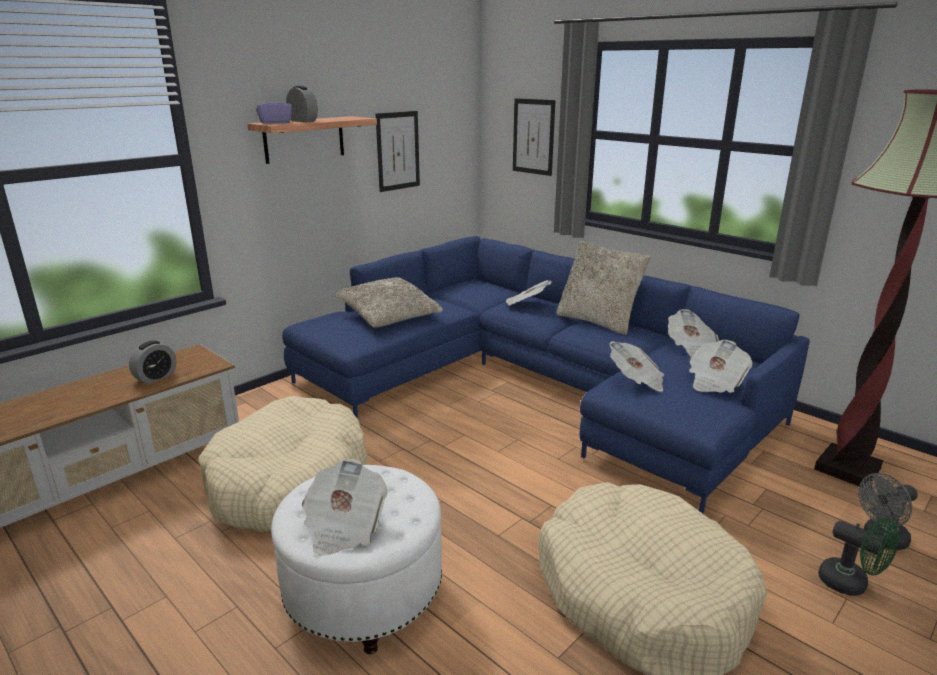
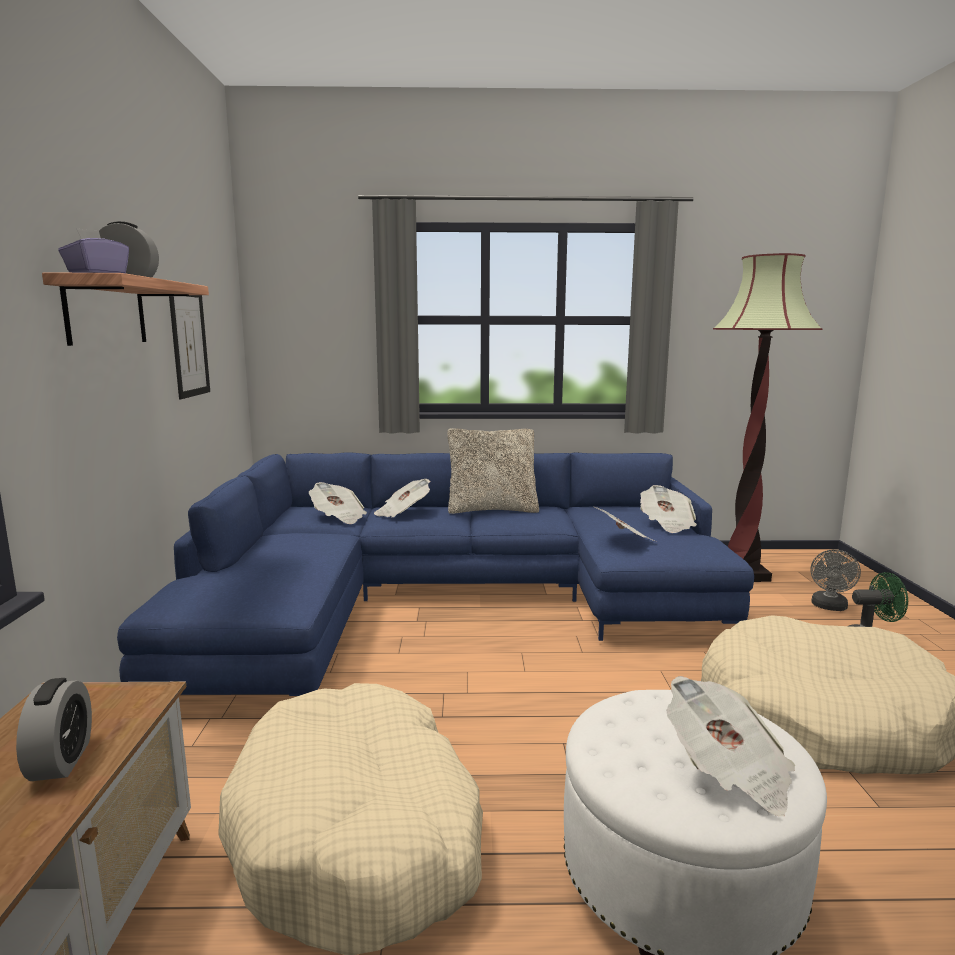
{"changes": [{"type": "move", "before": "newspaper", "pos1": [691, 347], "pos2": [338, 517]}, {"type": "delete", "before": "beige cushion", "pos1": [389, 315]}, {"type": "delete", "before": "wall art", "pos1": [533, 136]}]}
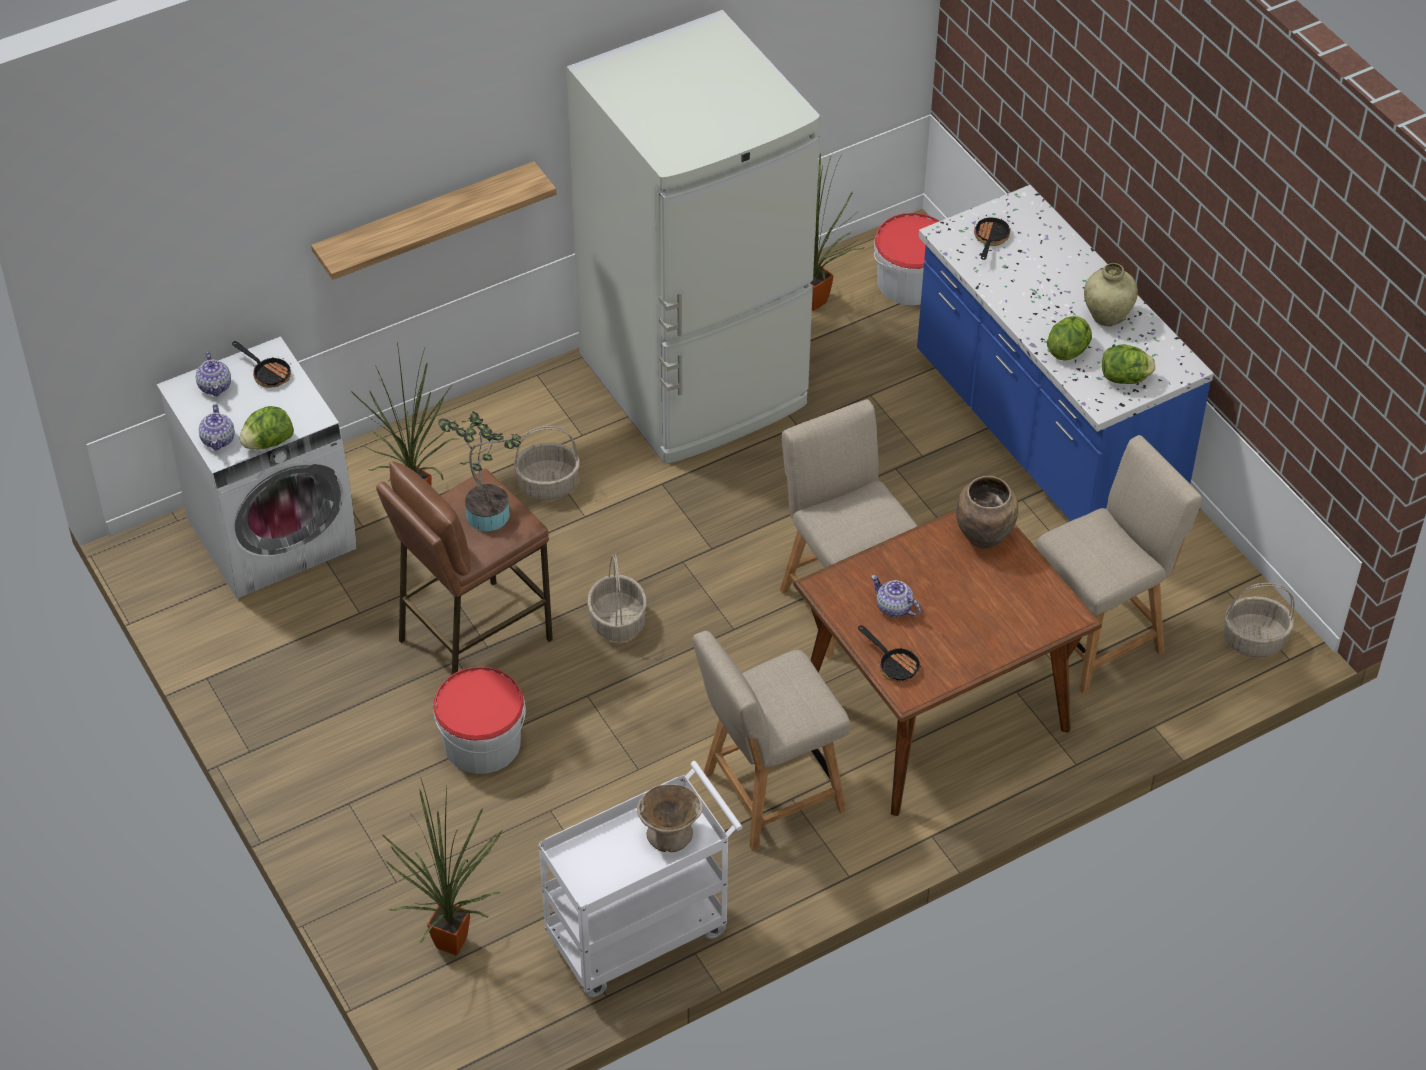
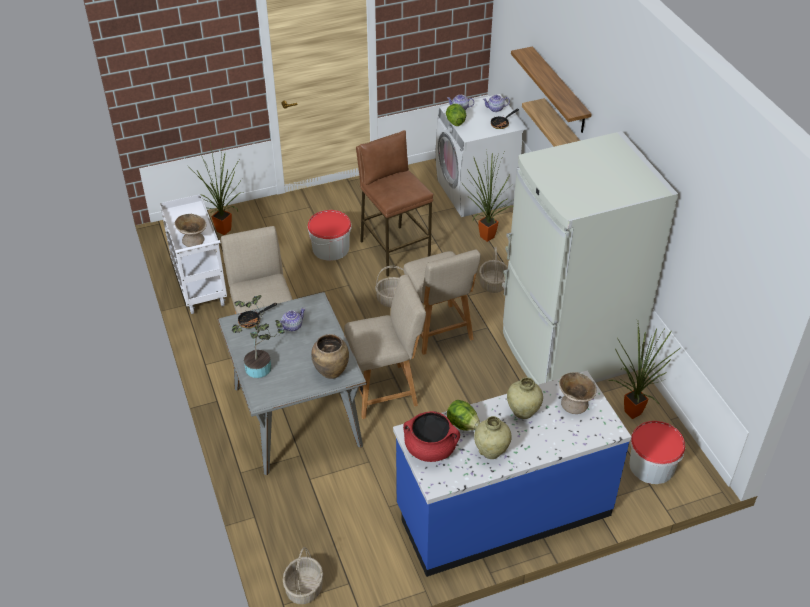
{"changes": [{"type": "recolor", "before": "brown dining table", "after": "greyish dining table", "pos1": [935, 711], "pos2": [297, 416]}, {"type": "move", "before": "plant in a pot", "pos1": [486, 510], "pos2": [261, 368]}, {"type": "replace", "before": "lettuce head", "after": "red saucepot", "pos1": [1125, 378], "pos2": [431, 449]}, {"type": "move", "before": "beige plain chair", "pos1": [1098, 636], "pos2": [439, 331]}, {"type": "insert", "after": "beige vase", "pos2": [523, 412]}, {"type": "insert", "after": "wall shelf", "pos2": [559, 91]}, {"type": "replace", "before": "pan", "after": "beige bowl", "pos1": [990, 239], "pos2": [574, 404]}]}
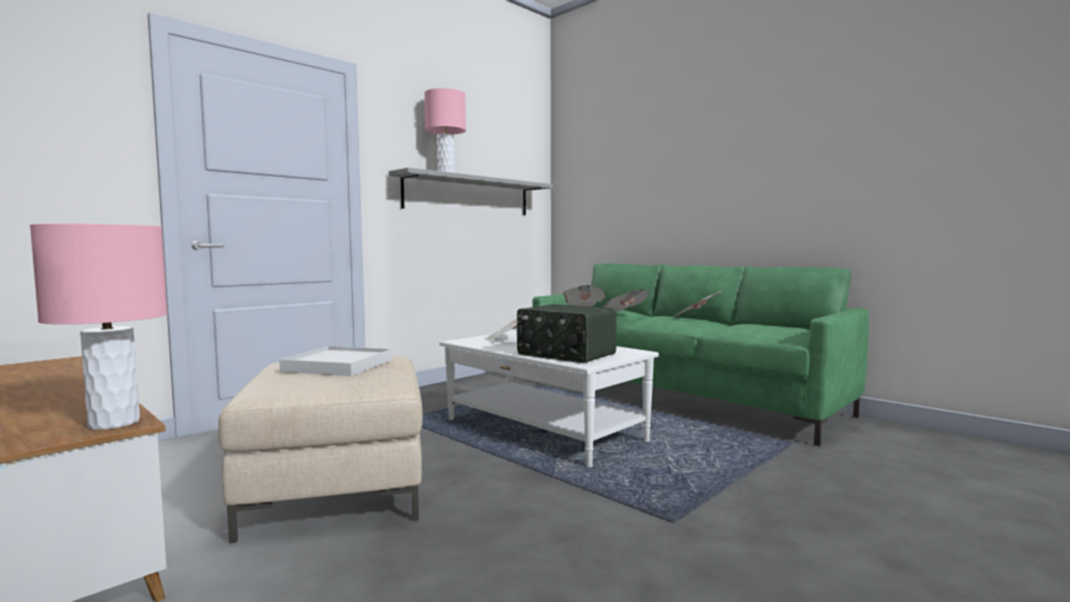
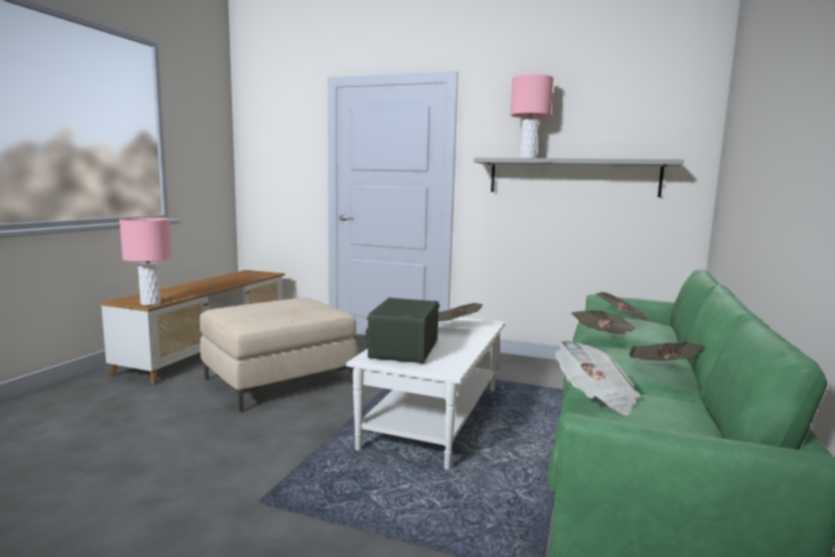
{"changes": [{"type": "insert", "after": "newspaper", "pos2": [595, 397]}, {"type": "delete", "before": "white carrying tray", "pos1": [339, 365]}]}
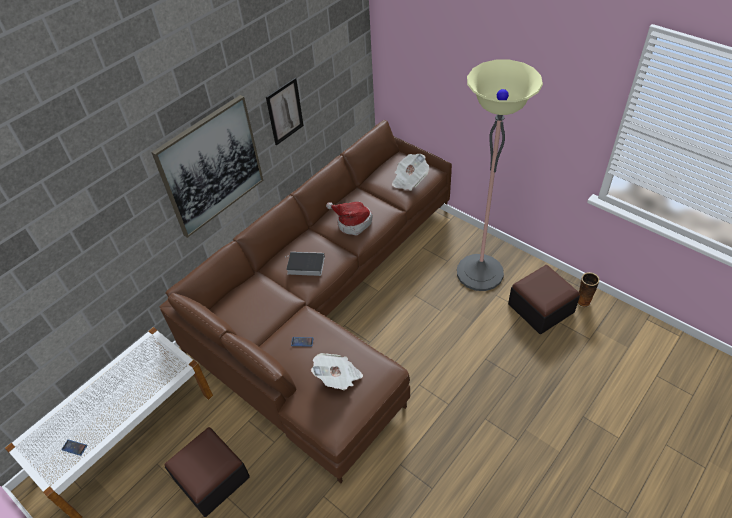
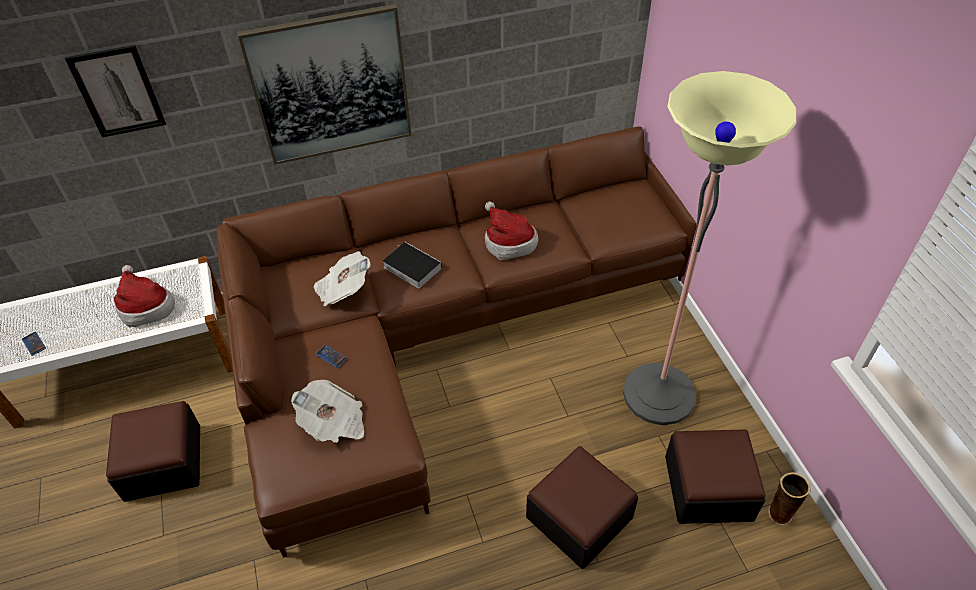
{"changes": [{"type": "move", "before": "wall art", "pos1": [285, 111], "pos2": [118, 92]}, {"type": "insert", "after": "hat", "pos2": [145, 306]}, {"type": "move", "before": "newspaper", "pos1": [409, 180], "pos2": [343, 289]}, {"type": "insert", "after": "footrest", "pos2": [579, 517]}]}
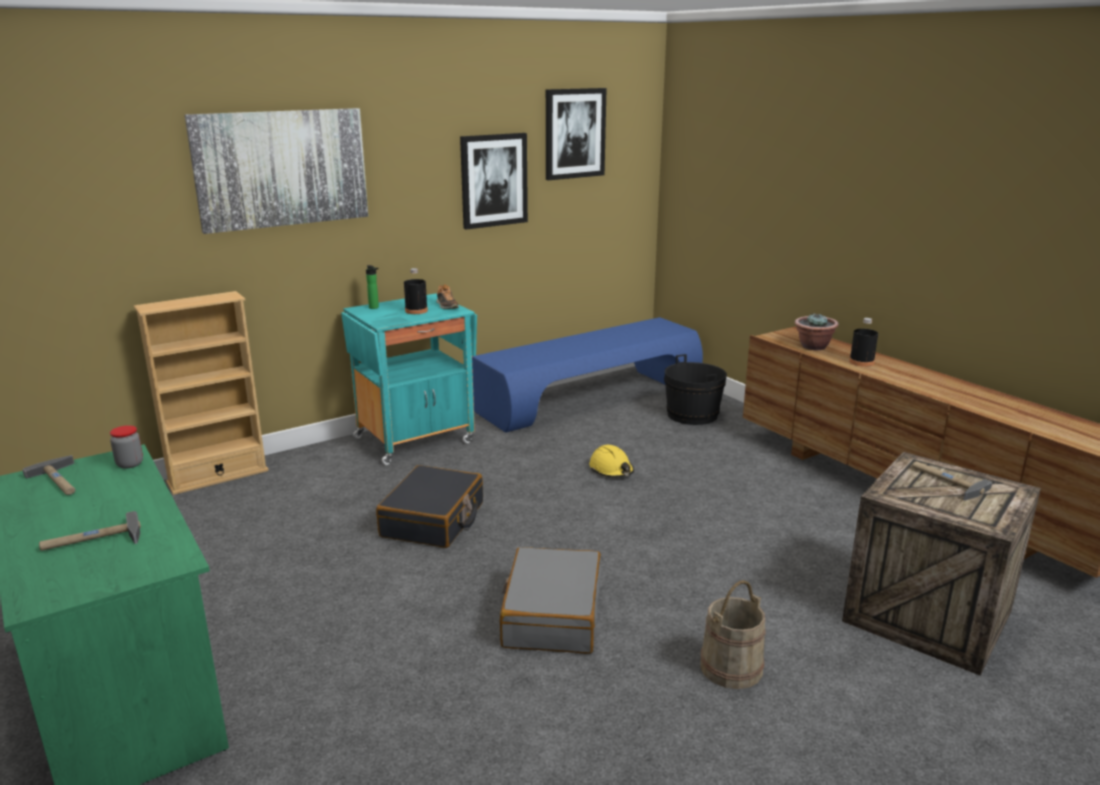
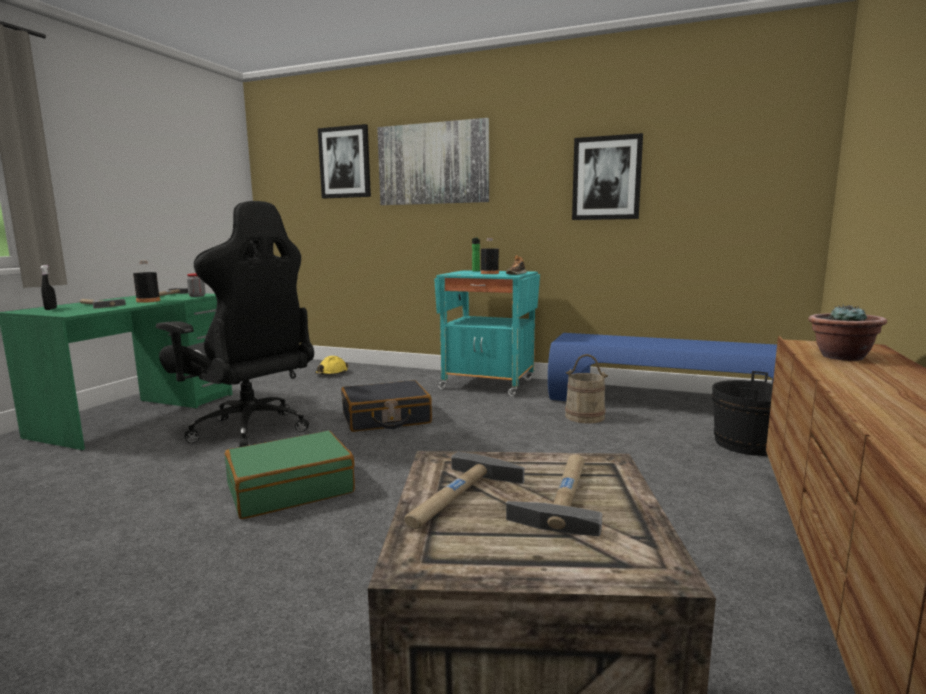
{"changes": [{"type": "insert", "after": "blackish hand sprayer", "pos2": [51, 309]}, {"type": "move", "before": "blackish bottle", "pos1": [861, 362], "pos2": [148, 301]}, {"type": "insert", "after": "blackish computer chair", "pos2": [245, 429]}, {"type": "recolor", "before": "greyish piece of luggage", "after": "greenish piece of luggage", "pos1": [552, 615], "pos2": [290, 489]}, {"type": "move", "before": "yellow-coloured safety helmet", "pos1": [611, 470], "pos2": [331, 373]}, {"type": "move", "before": "wall art", "pos1": [574, 133], "pos2": [345, 162]}, {"type": "insert", "after": "hand hammer", "pos2": [458, 498]}, {"type": "move", "before": "beige bucket", "pos1": [731, 667], "pos2": [585, 416]}, {"type": "delete", "before": "beige bookshelf", "pos1": [218, 476]}]}
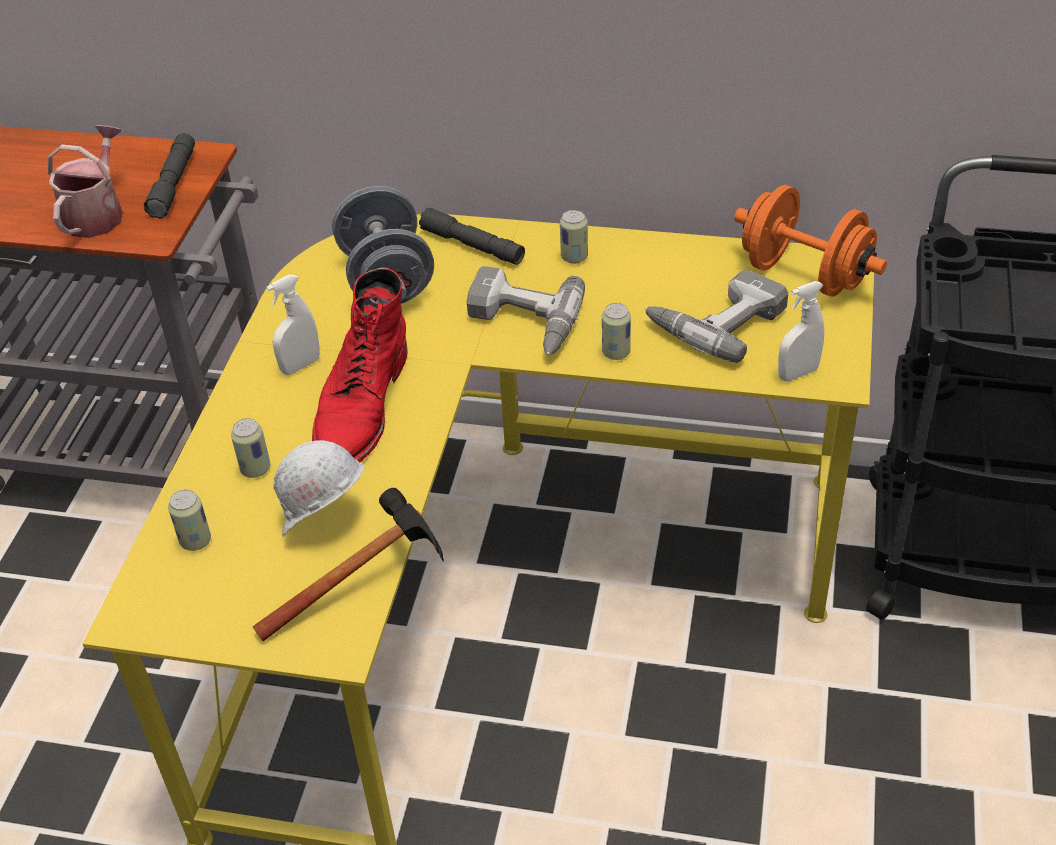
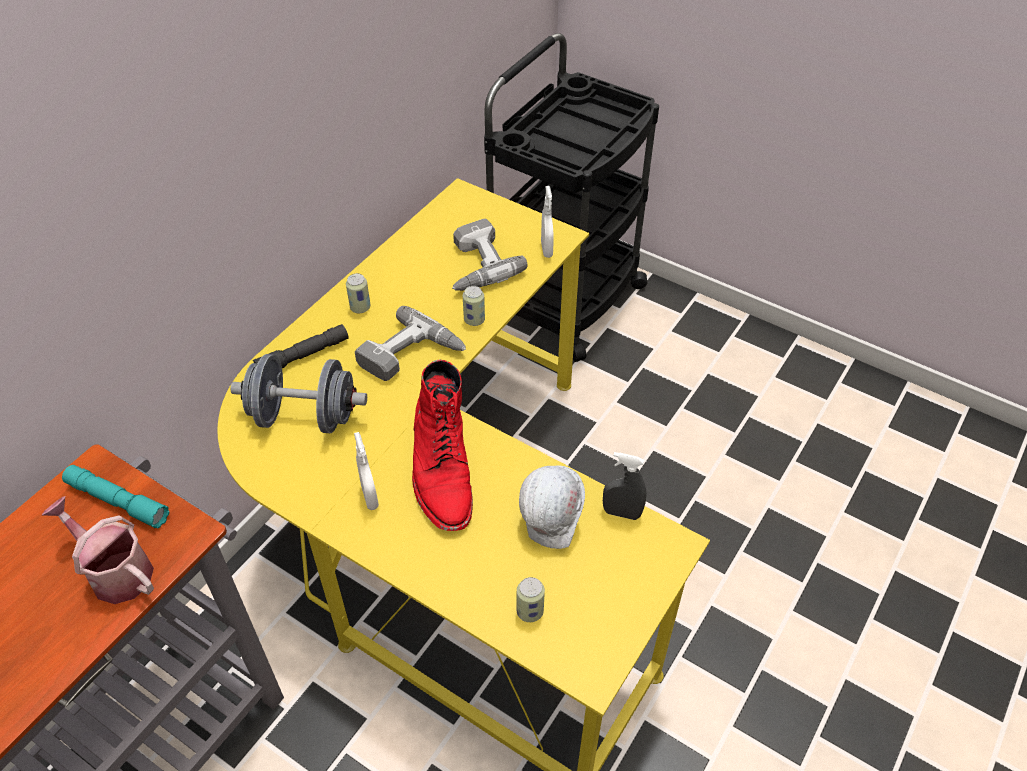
{"changes": [{"type": "recolor", "before": "greyish torch", "after": "blue-green torch", "pos1": [173, 183], "pos2": [118, 501]}, {"type": "rotate", "before": "red boot", "pos1": [362, 406], "pos2": [442, 470], "turn": 45}, {"type": "replace", "before": "hand hammer", "after": "greyish hand sprayer", "pos1": [369, 581], "pos2": [621, 513]}, {"type": "delete", "before": "sealed can", "pos1": [255, 469]}, {"type": "delete", "before": "orange-coloured dumbbell", "pos1": [804, 275]}]}
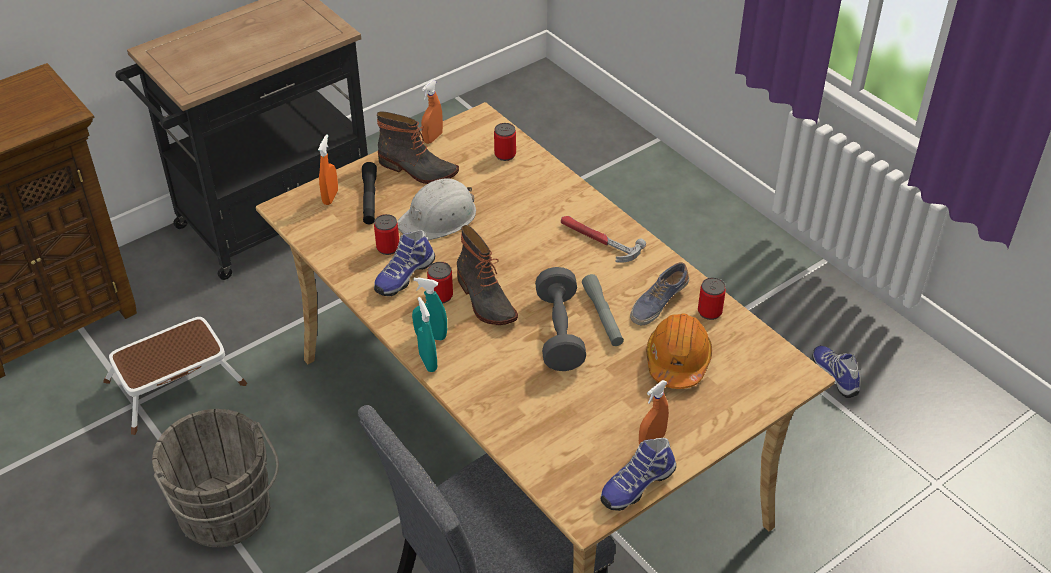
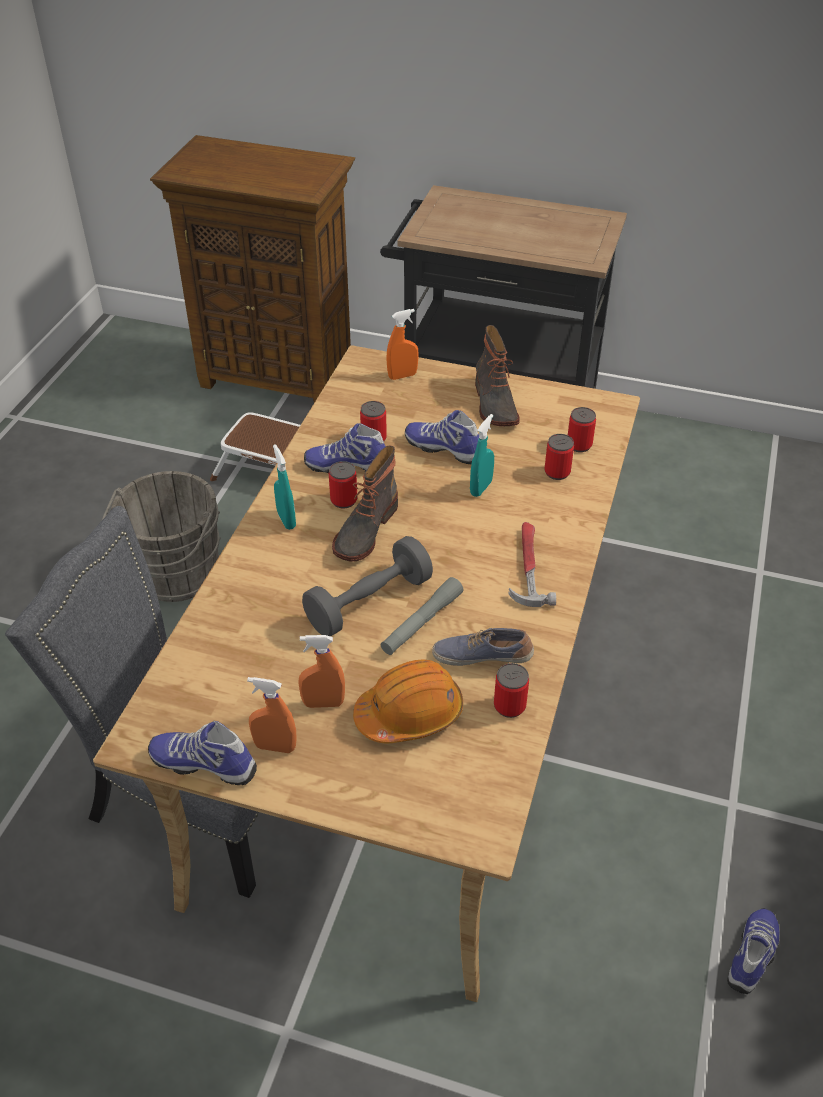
{"changes": [{"type": "move", "before": "orange-coloured hand sprayer", "pos1": [433, 138], "pos2": [323, 703]}, {"type": "replace", "before": "white safety helmet", "after": "low shoe", "pos1": [439, 218], "pos2": [444, 448]}, {"type": "move", "before": "blue-green hand sprayer", "pos1": [428, 362], "pos2": [481, 488]}, {"type": "insert", "after": "sealed can", "pos2": [557, 472]}, {"type": "delete", "before": "blackish torch", "pos1": [369, 199]}]}
